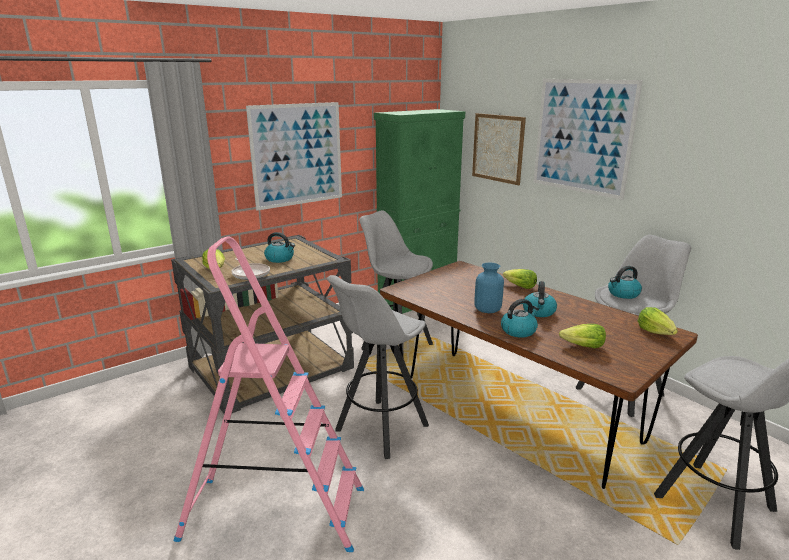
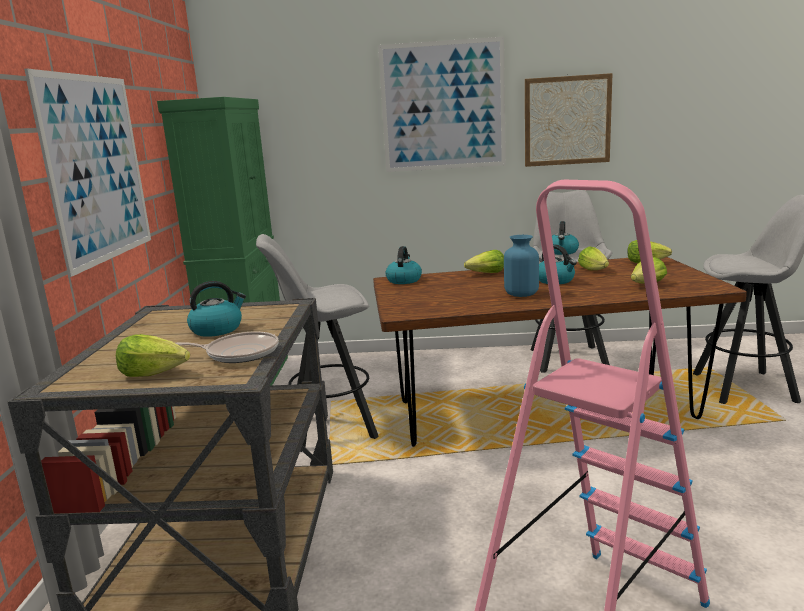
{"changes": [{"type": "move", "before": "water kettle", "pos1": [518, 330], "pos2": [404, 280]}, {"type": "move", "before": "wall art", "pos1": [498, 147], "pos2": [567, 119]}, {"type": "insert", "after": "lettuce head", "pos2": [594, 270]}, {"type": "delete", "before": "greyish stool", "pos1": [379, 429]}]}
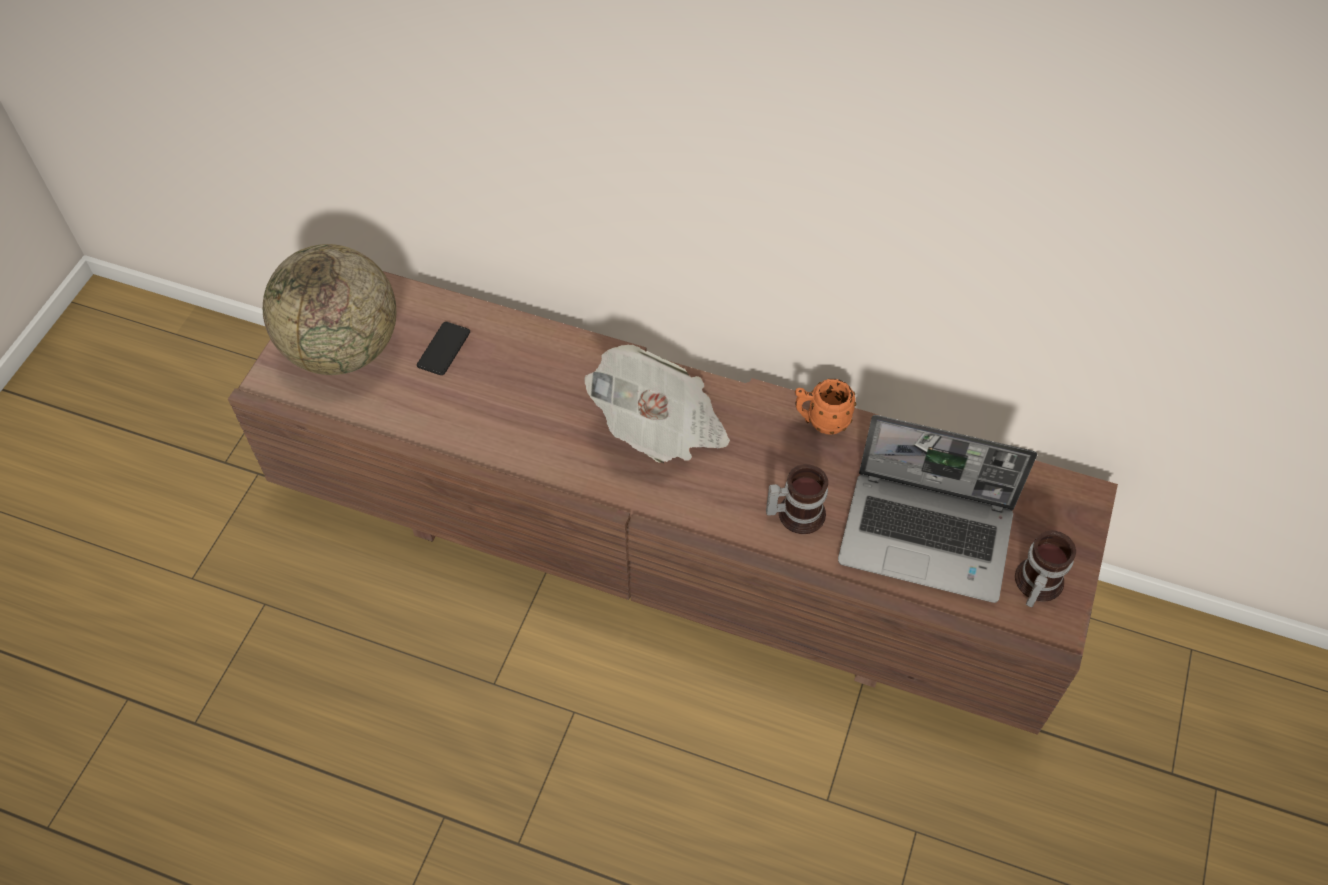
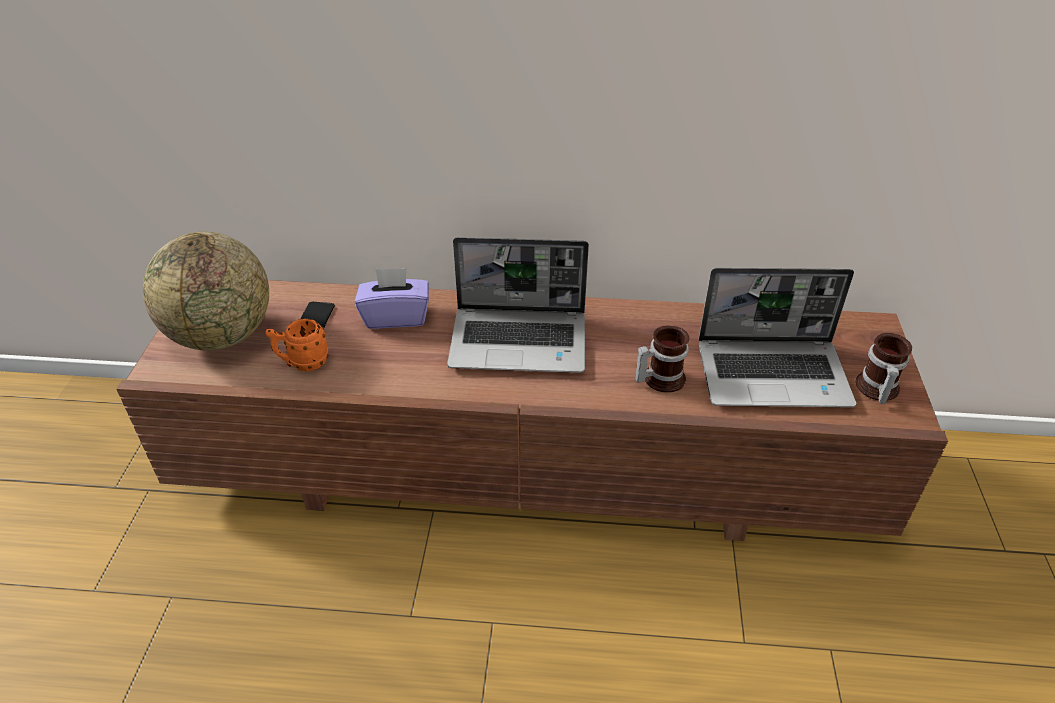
{"changes": [{"type": "move", "before": "orange-coloured tea mug", "pos1": [821, 421], "pos2": [302, 363]}, {"type": "insert", "after": "purple-coloured tissue box", "pos2": [396, 316]}, {"type": "replace", "before": "newspaper", "after": "notebook computer", "pos1": [660, 427], "pos2": [520, 341]}]}
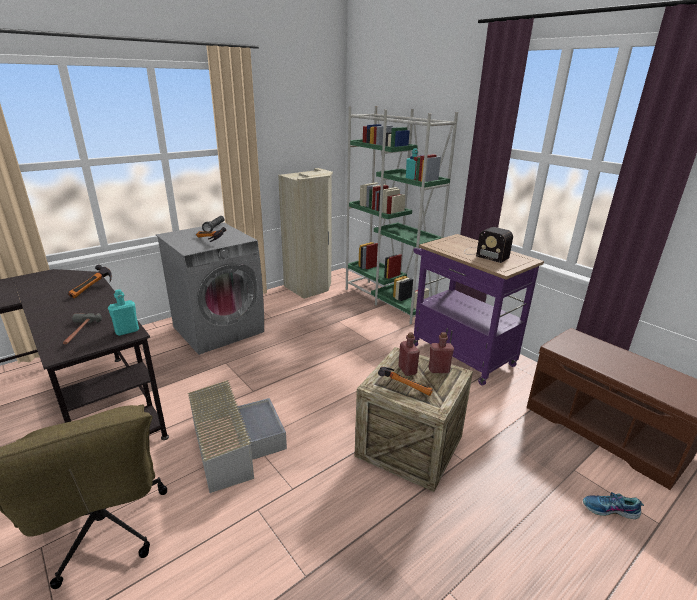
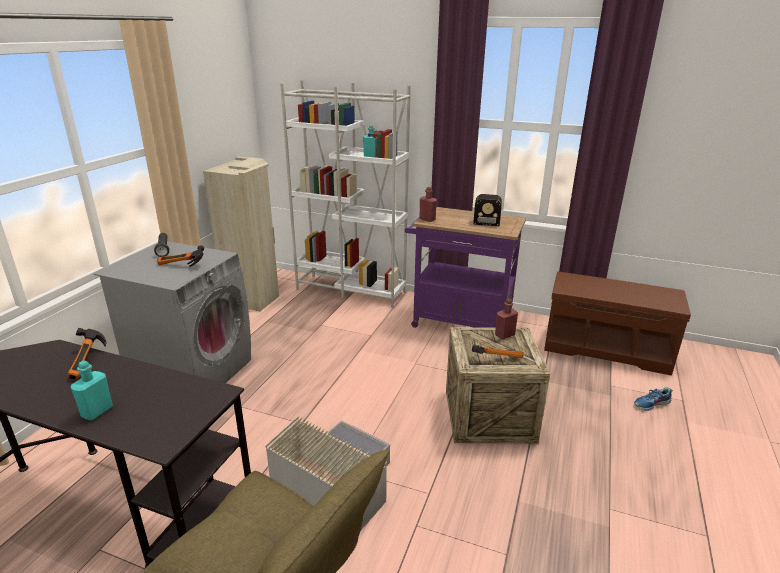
{"changes": [{"type": "move", "before": "blue-green bottle", "pos1": [127, 331], "pos2": [97, 411]}, {"type": "recolor", "before": "greenish bookshelf", "after": "white bookshelf", "pos1": [388, 301], "pos2": [351, 291]}, {"type": "move", "before": "red bottle", "pos1": [407, 370], "pos2": [427, 219]}, {"type": "delete", "before": "hand hammer", "pos1": [78, 332]}]}
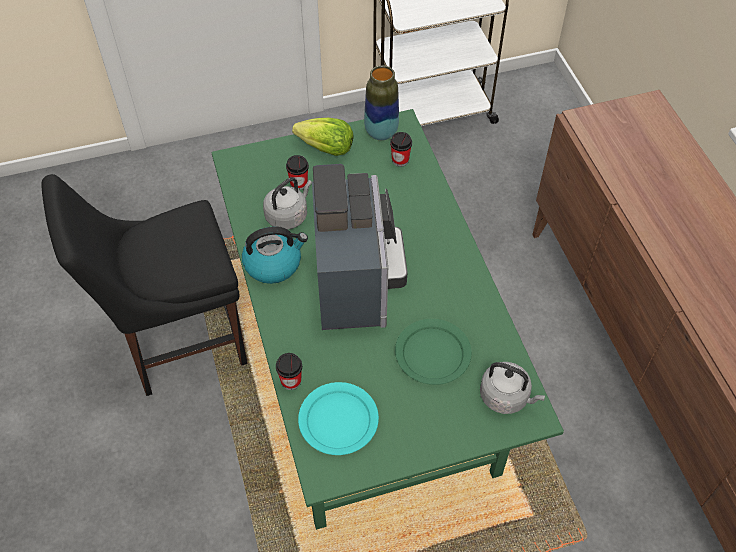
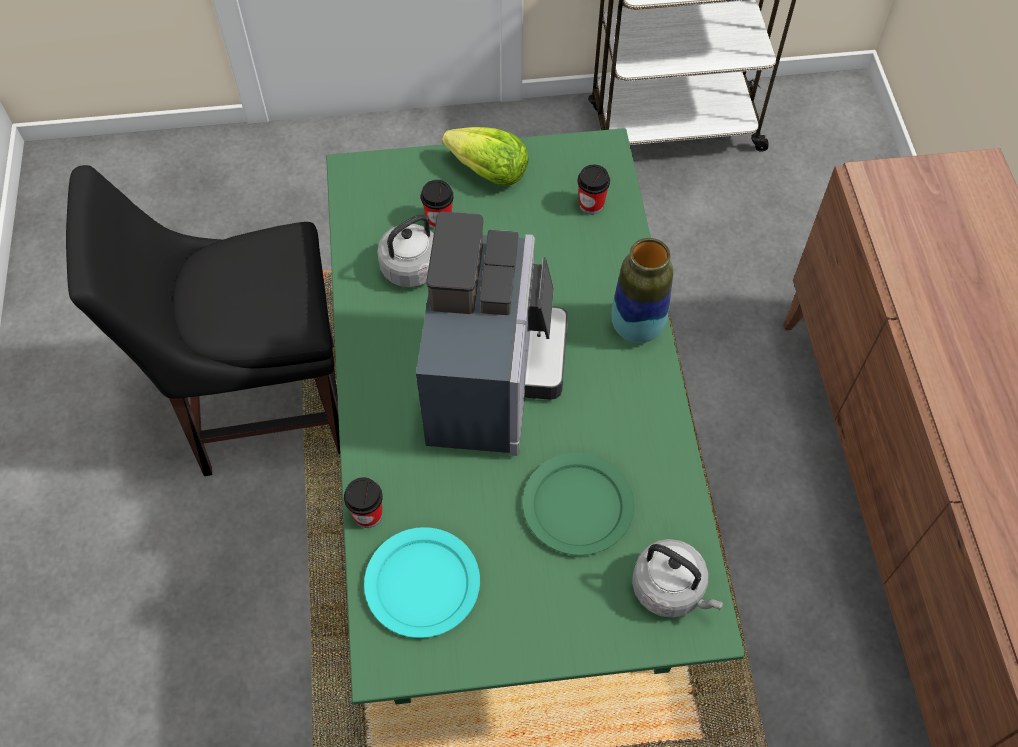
{"changes": [{"type": "move", "before": "vase", "pos1": [381, 132], "pos2": [637, 327]}, {"type": "delete", "before": "water kettle", "pos1": [274, 264]}]}
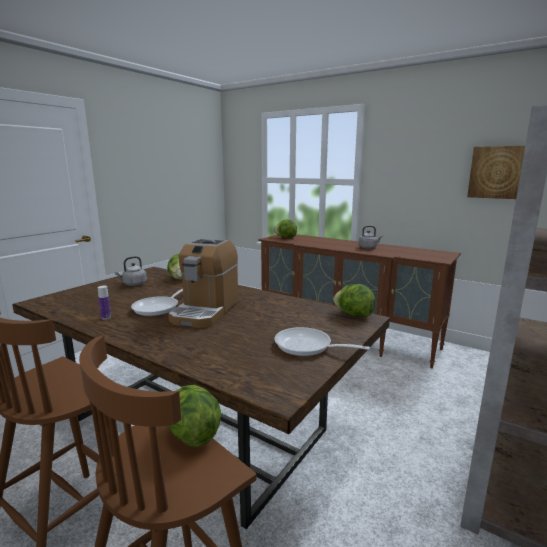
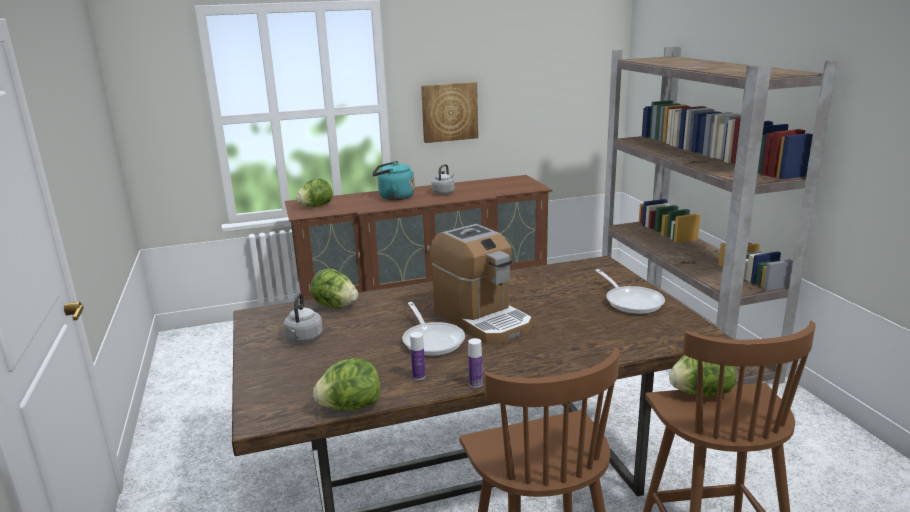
{"changes": [{"type": "move", "before": "lettuce head", "pos1": [353, 315], "pos2": [350, 407]}, {"type": "insert", "after": "blue-green water kettle", "pos2": [394, 197]}, {"type": "move", "before": "wall art", "pos1": [499, 172], "pos2": [449, 112]}, {"type": "insert", "after": "bottle", "pos2": [475, 384]}, {"type": "rotate", "before": "pan", "pos1": [307, 347], "pos2": [631, 301], "turn": -90}]}
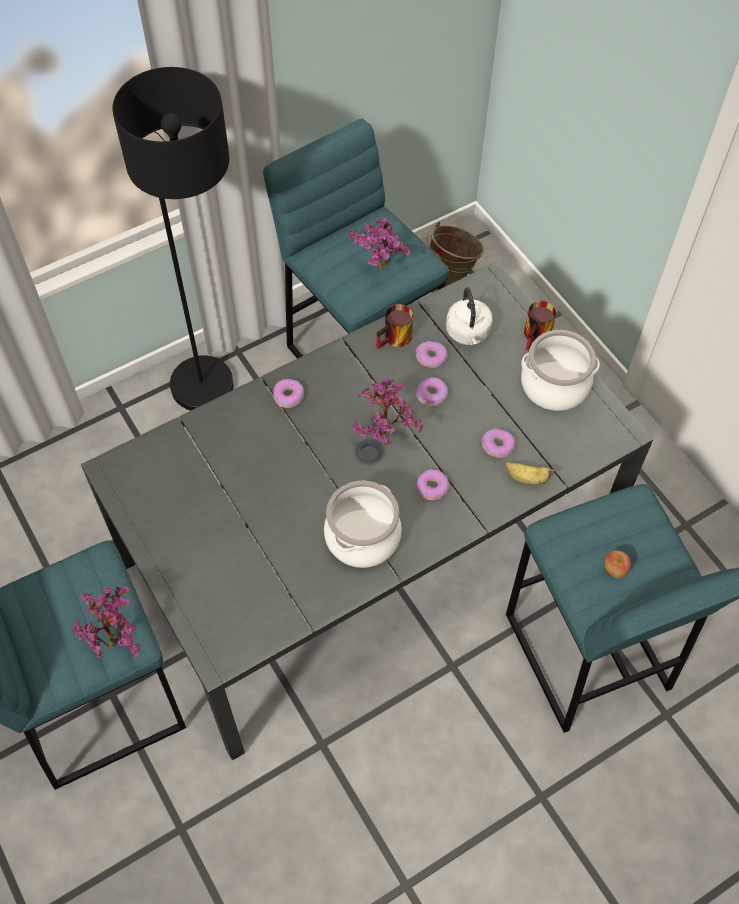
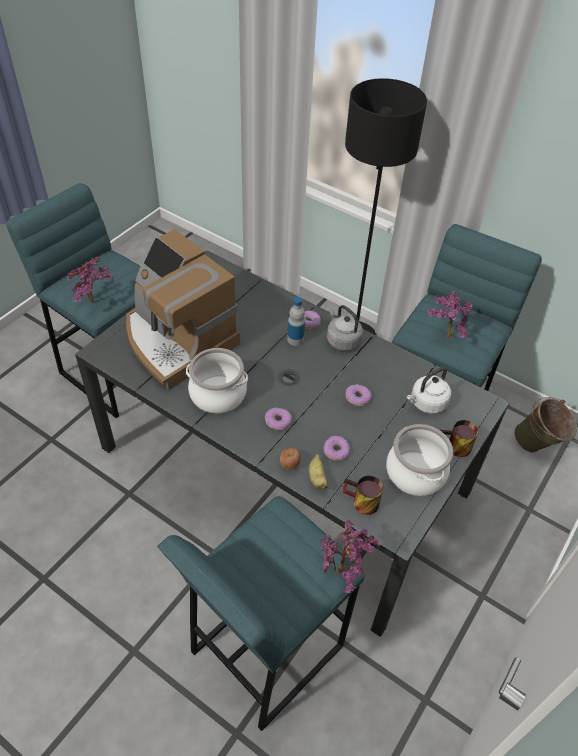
{"changes": [{"type": "insert", "after": "coffee machine", "pos2": [177, 340]}, {"type": "move", "before": "apple fruit", "pos1": [614, 570], "pos2": [289, 464]}, {"type": "insert", "after": "bottle", "pos2": [295, 339]}, {"type": "move", "before": "plant in a pot", "pos1": [384, 436], "pos2": [342, 572]}, {"type": "insert", "after": "greyish water kettle", "pos2": [342, 340]}, {"type": "move", "before": "tea mug", "pos1": [395, 340], "pos2": [360, 503]}, {"type": "delete", "before": "donut", "pos1": [431, 357]}]}
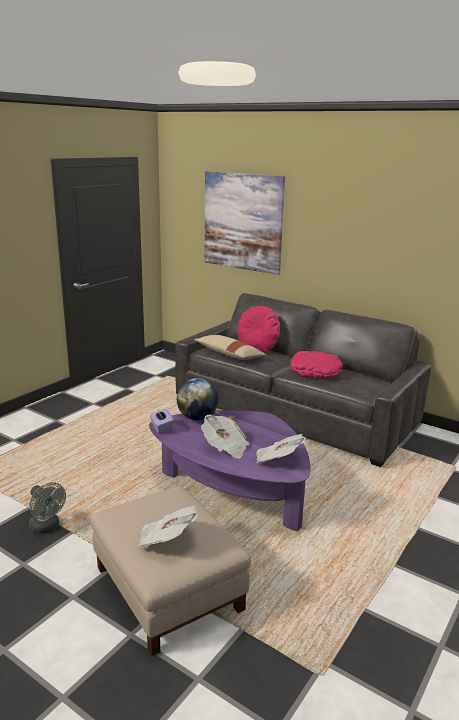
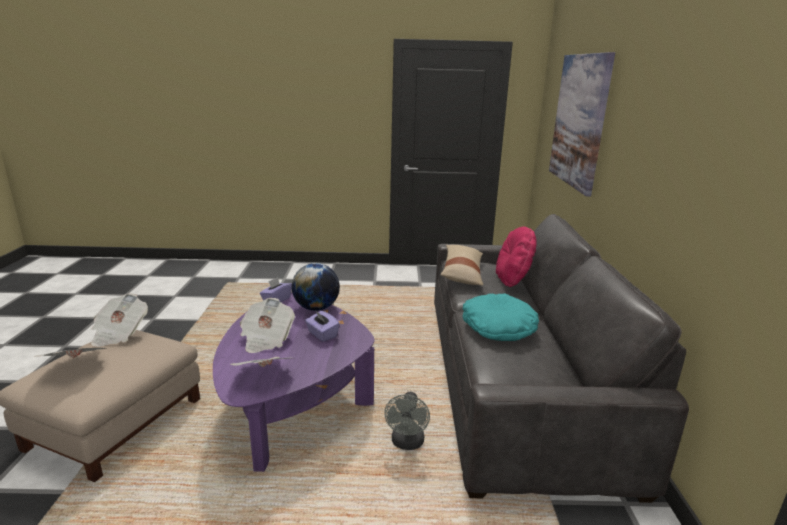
{"changes": [{"type": "insert", "after": "newspaper", "pos2": [119, 333]}, {"type": "insert", "after": "purple-coloured tissue box", "pos2": [322, 334]}, {"type": "move", "before": "greyish fan", "pos1": [47, 527], "pos2": [407, 443]}, {"type": "recolor", "before": "pink cushion", "after": "blue-green cushion", "pos1": [315, 372], "pos2": [500, 328]}]}
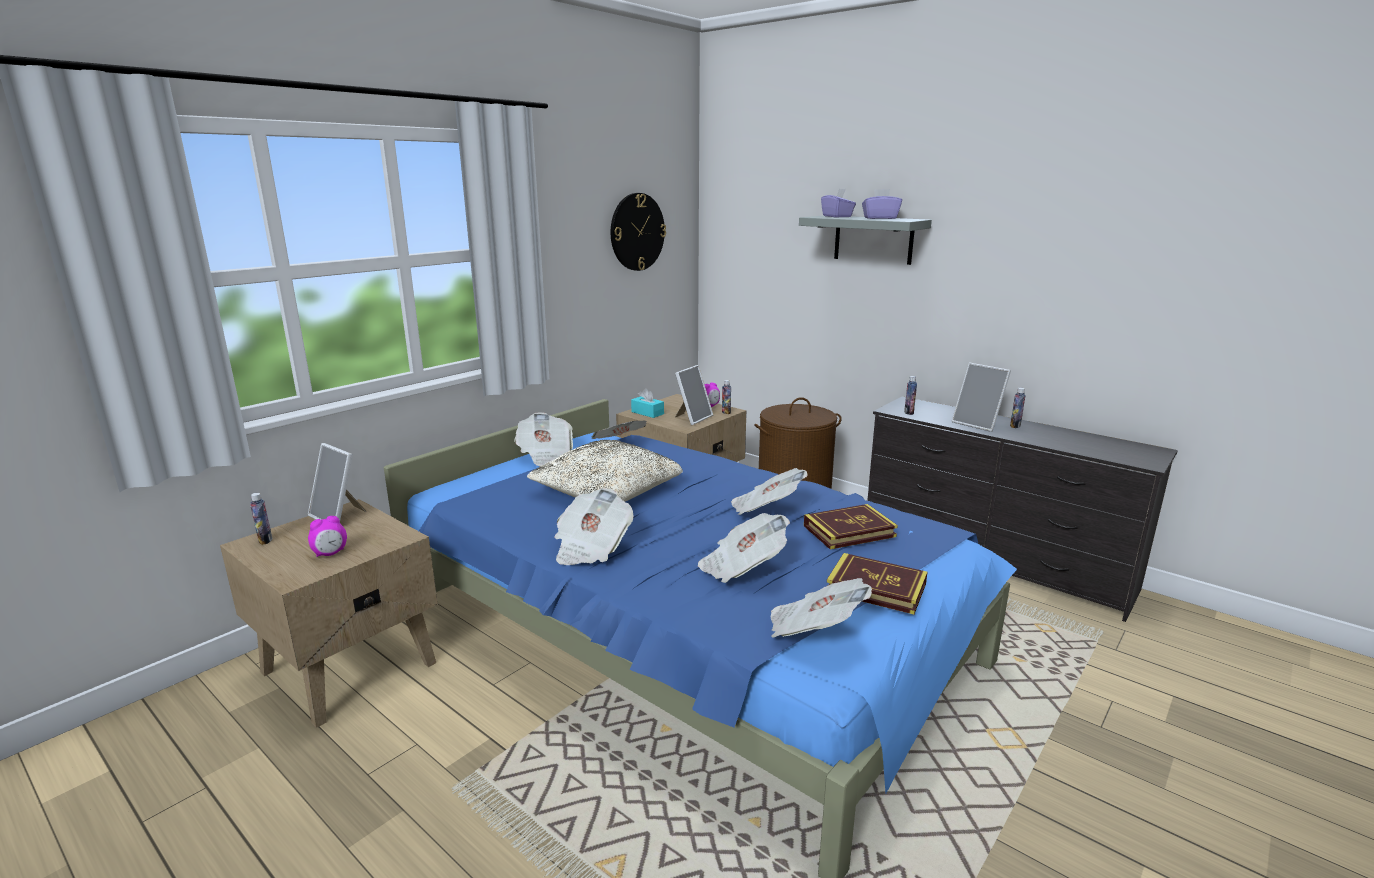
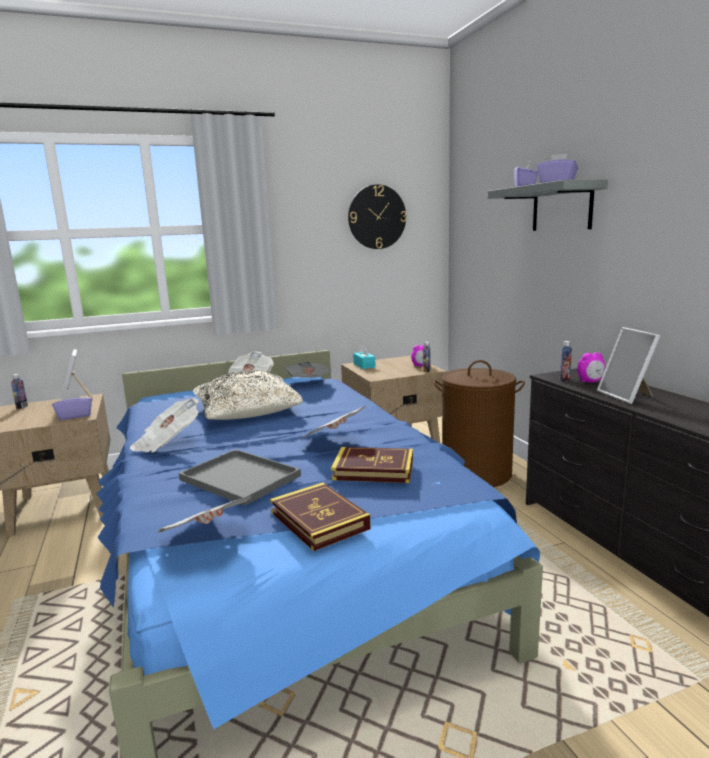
{"changes": [{"type": "insert", "after": "purple-coloured tissue box", "pos2": [75, 416]}, {"type": "replace", "before": "newspaper", "after": "greyish carrying tray", "pos1": [742, 567], "pos2": [237, 477]}, {"type": "move", "before": "alarm clock", "pos1": [330, 554], "pos2": [590, 382]}, {"type": "delete", "before": "standing frame", "pos1": [692, 418]}, {"type": "delete", "before": "bottle", "pos1": [1015, 426]}]}
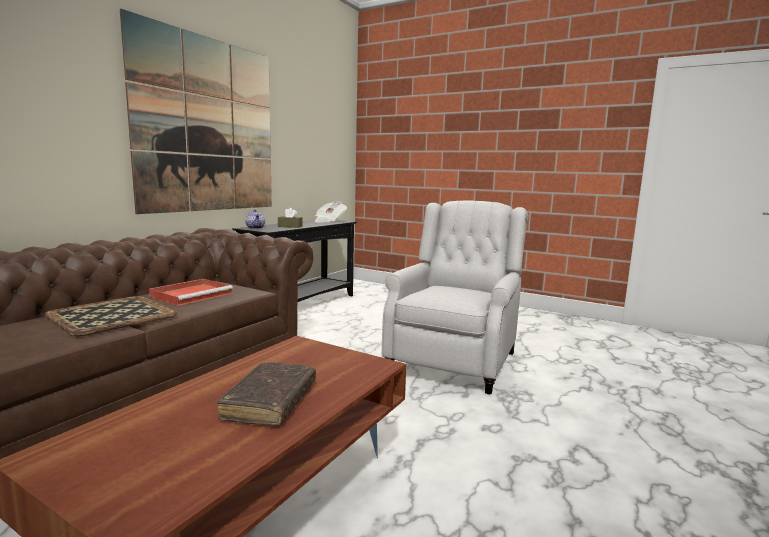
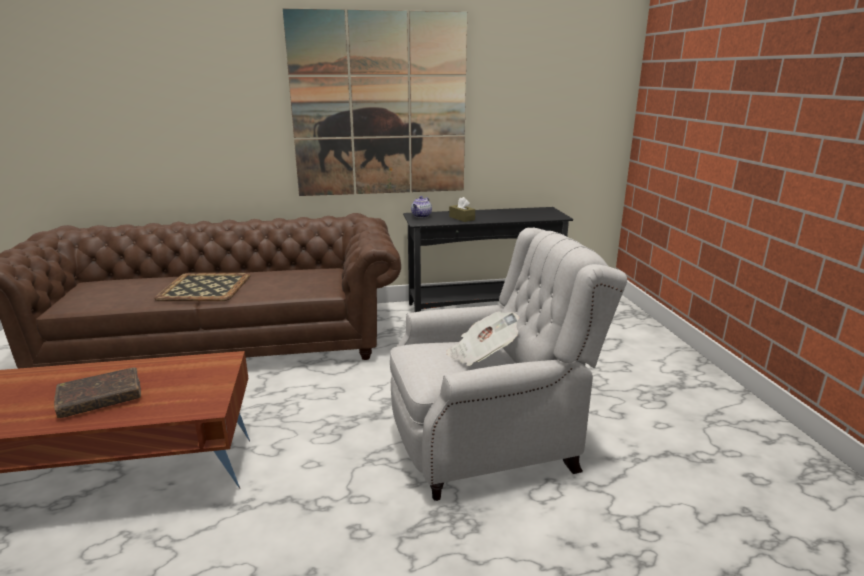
{"changes": [{"type": "move", "before": "newspaper", "pos1": [329, 221], "pos2": [481, 354]}, {"type": "delete", "before": "red carrying tray", "pos1": [193, 294]}]}
